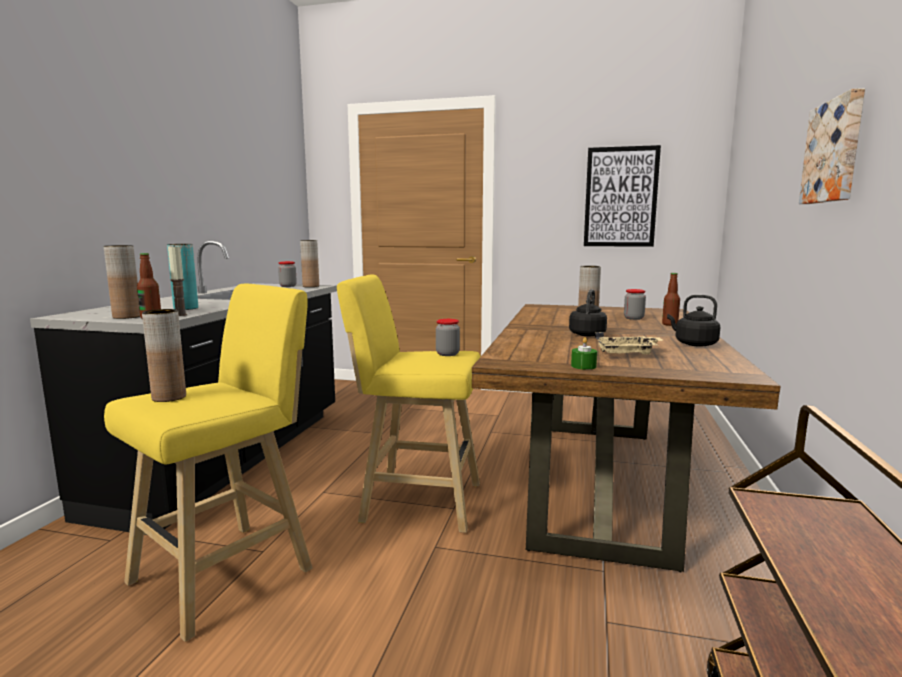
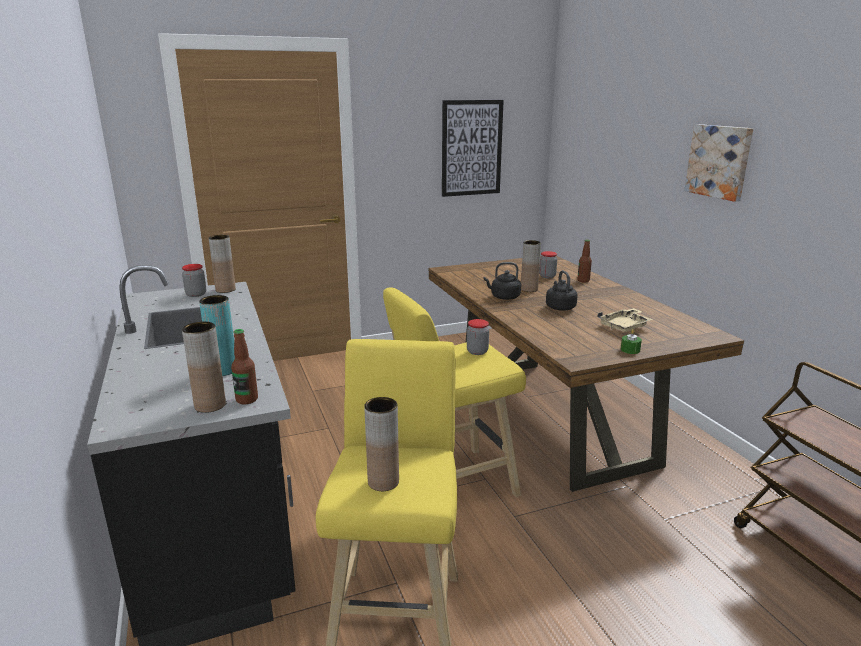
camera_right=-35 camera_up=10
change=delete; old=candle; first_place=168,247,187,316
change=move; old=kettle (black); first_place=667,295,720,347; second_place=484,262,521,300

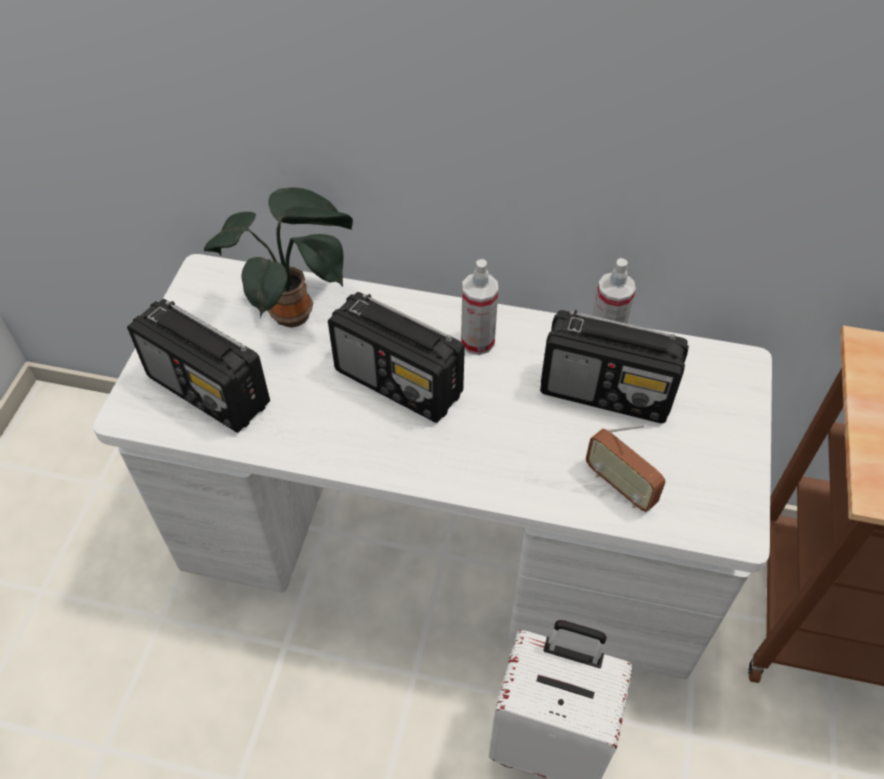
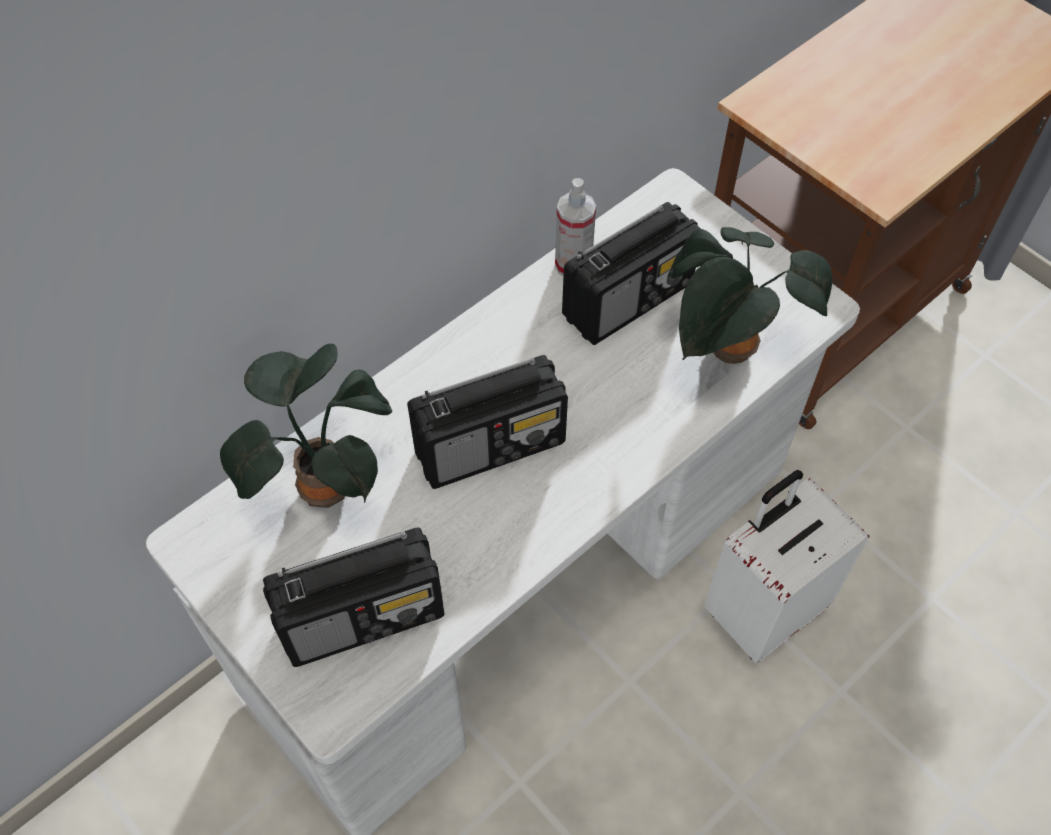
camera_right=-55 camera_up=5
change=delete; old=spray bottle; first_place=461,259,498,355
change=replace; old=radio; new=potted plant; first_place=586,425,666,512; second_place=667,227,832,364

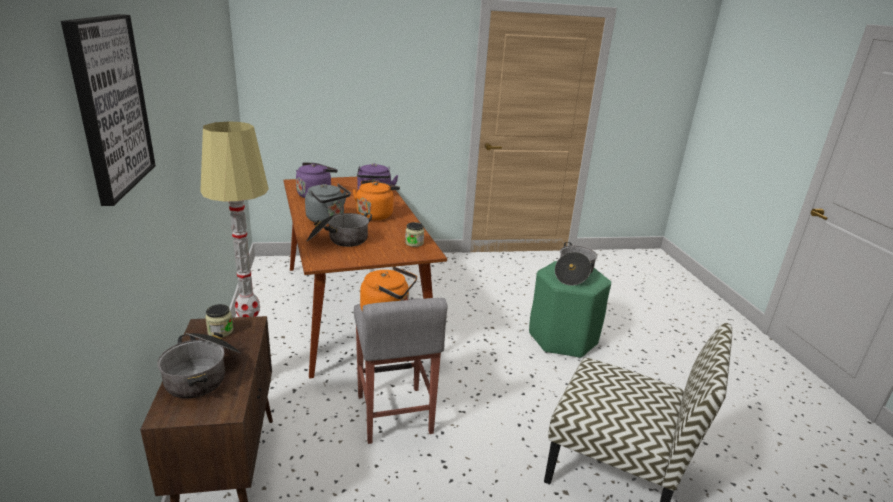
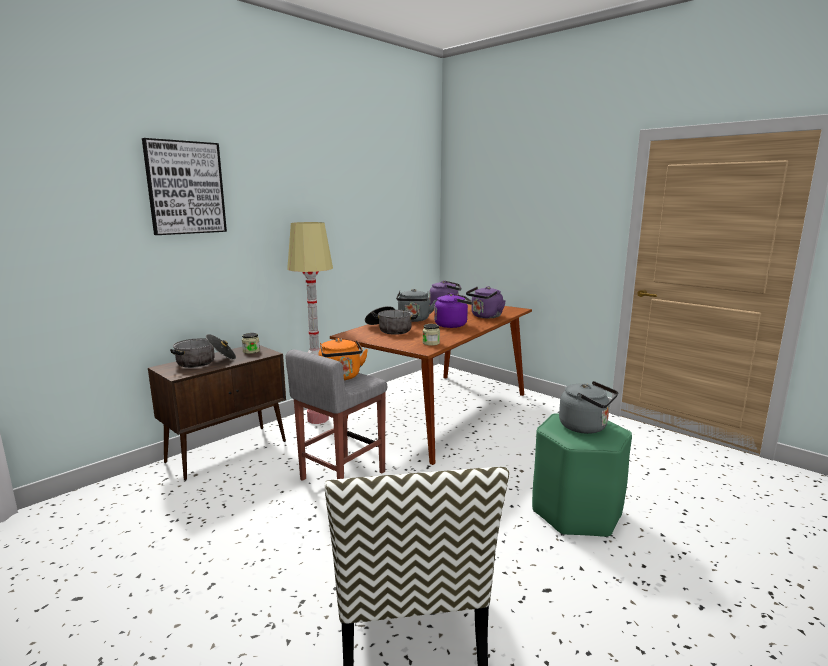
camera_right=55 camera_up=-10
change=replace; old=cooking pot; new=kettle (grey); first_place=555,242,597,286; second_place=559,381,618,434
change=recolor; old=kettle (orange); new=kettle (purple); first_place=352,180,400,220; second_place=434,293,473,328

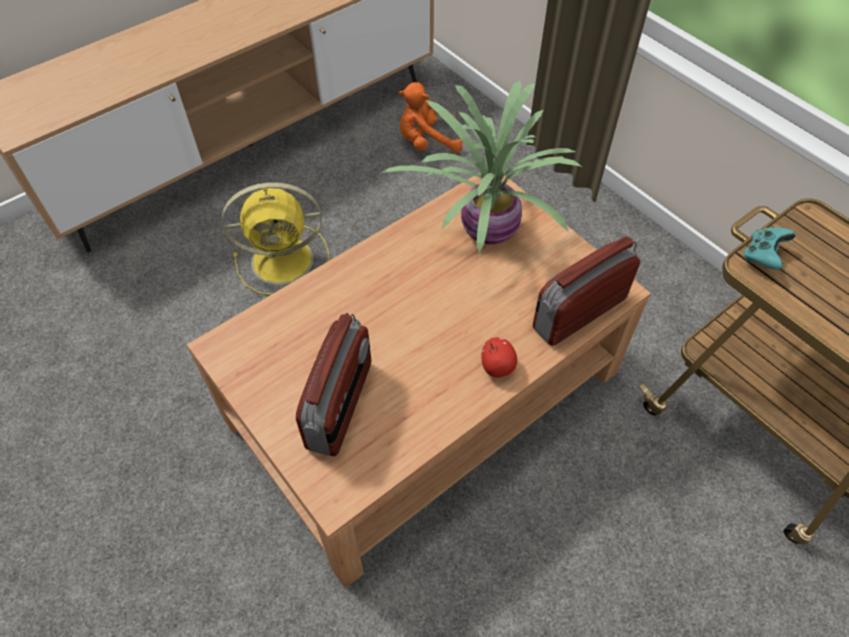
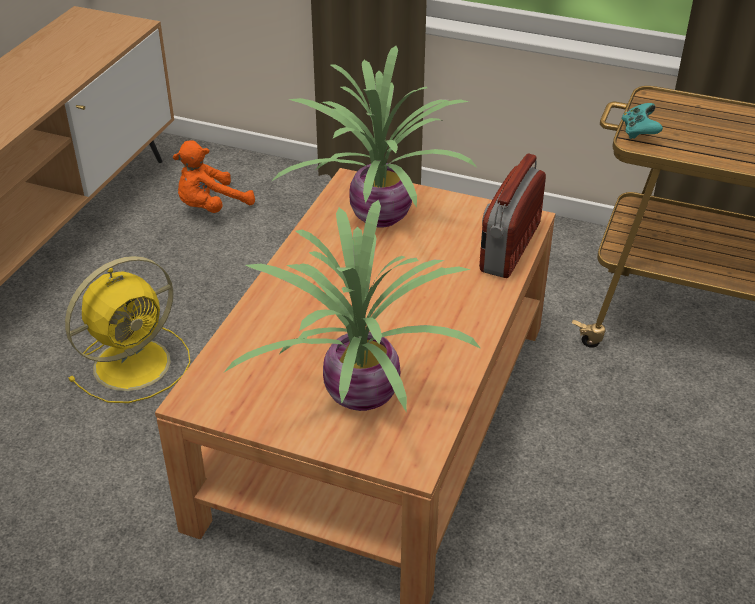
camera_right=-30 camera_up=-15
change=delete; old=apple; first_place=481,337,517,377
change=replace; old=radio; new=potted plant; first_place=296,313,371,456; second_place=224,200,481,413

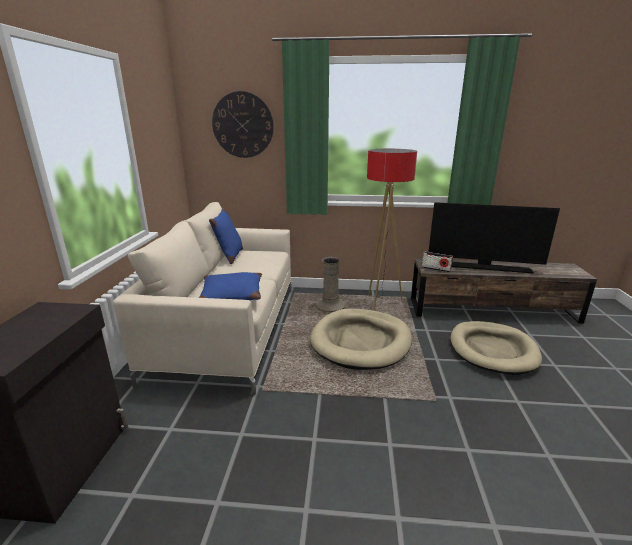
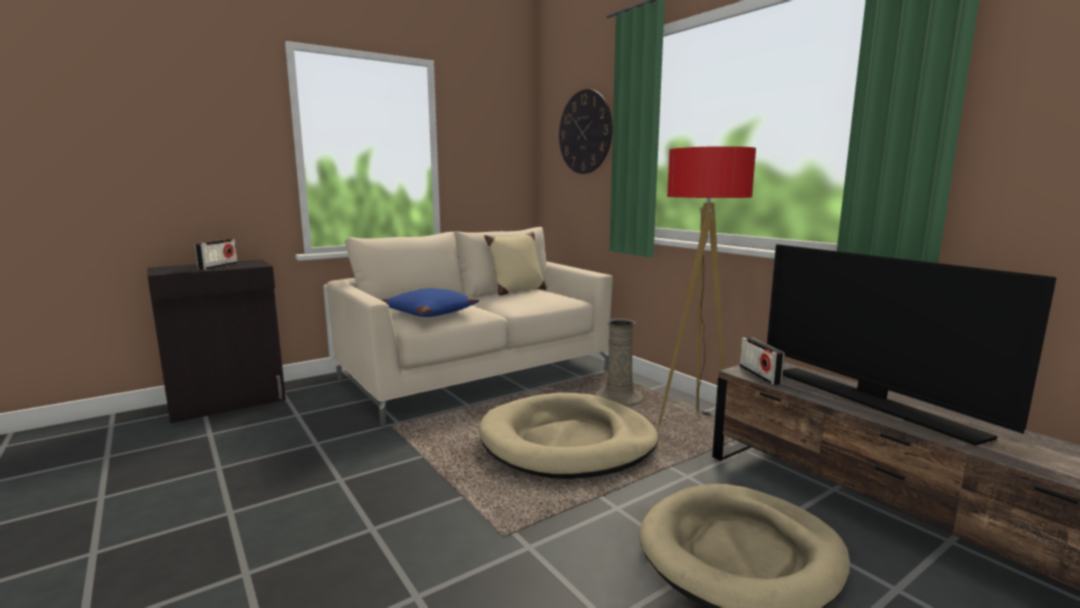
camera_right=50 camera_up=-10
change=insert; new=radio; second_place=195,239,238,270
change=recolor; old=pillow (blue); new=pillow (beige); first_place=209,208,243,264; second_place=484,232,547,296

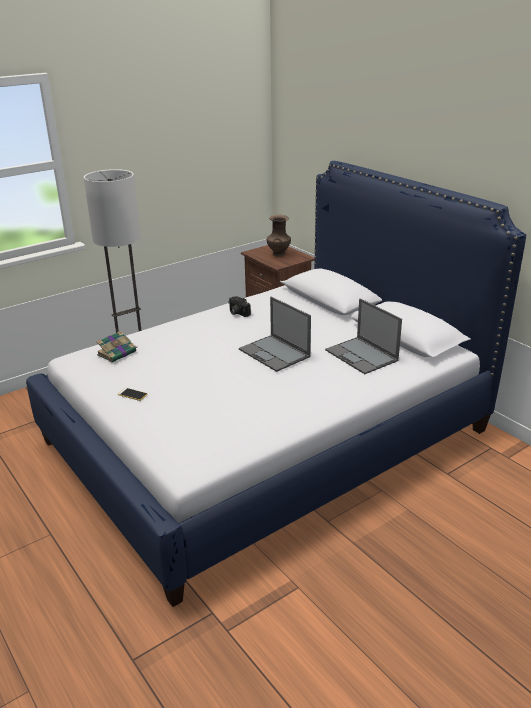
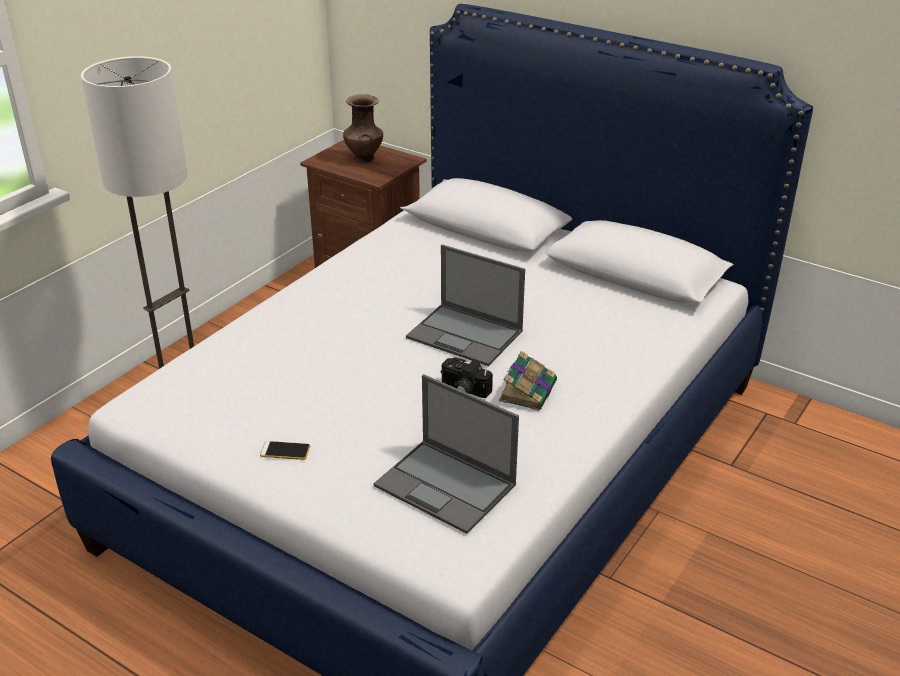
camera_right=-20 camera_up=5
change=move; old=book; first_place=96,331,137,363; second_place=499,351,557,411
change=move; old=photo camera; first_place=228,296,251,317; second_place=441,357,493,398
change=move; old=laptop; first_place=325,298,402,374; second_place=373,374,519,534

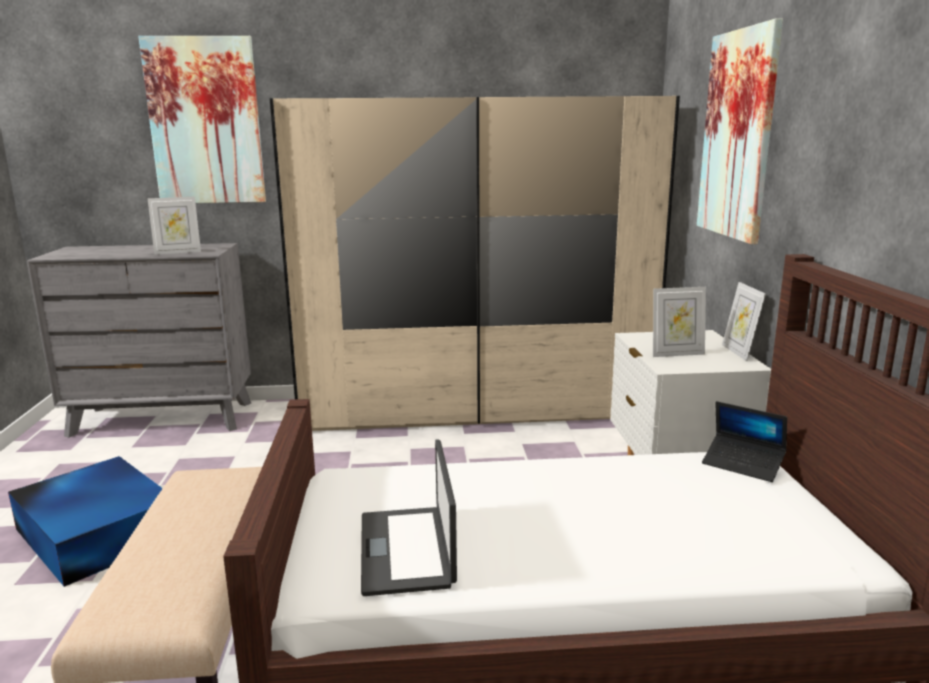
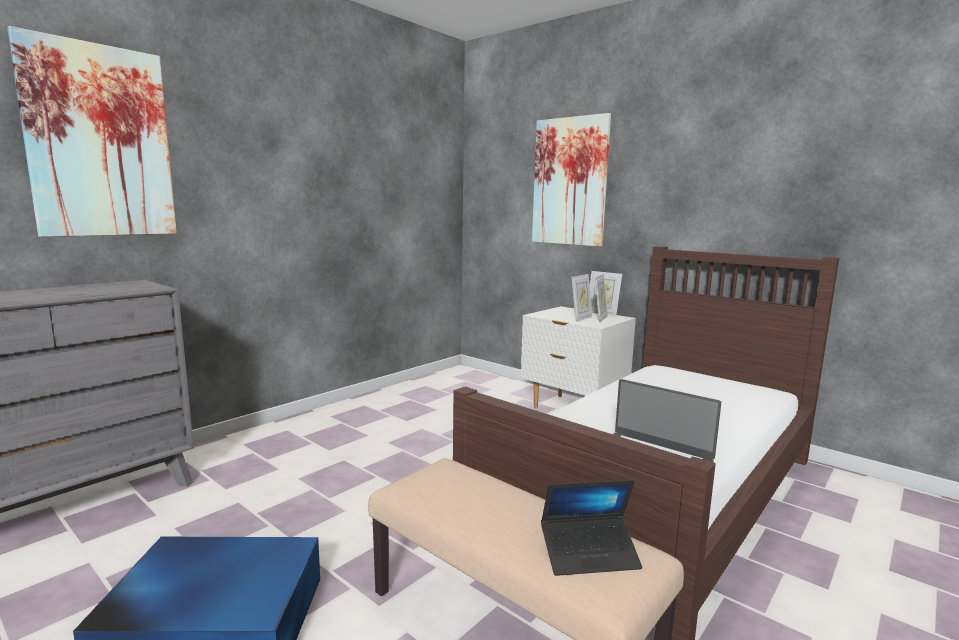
camera_right=-45 camera_up=-5
change=delete; old=wardrobe (beige); first_place=270,96,680,431
change=move; old=picture frame; first_place=147,197,201,255; second_place=595,274,608,323
change=move; old=laptop; first_place=702,401,787,482; second_place=541,480,642,576

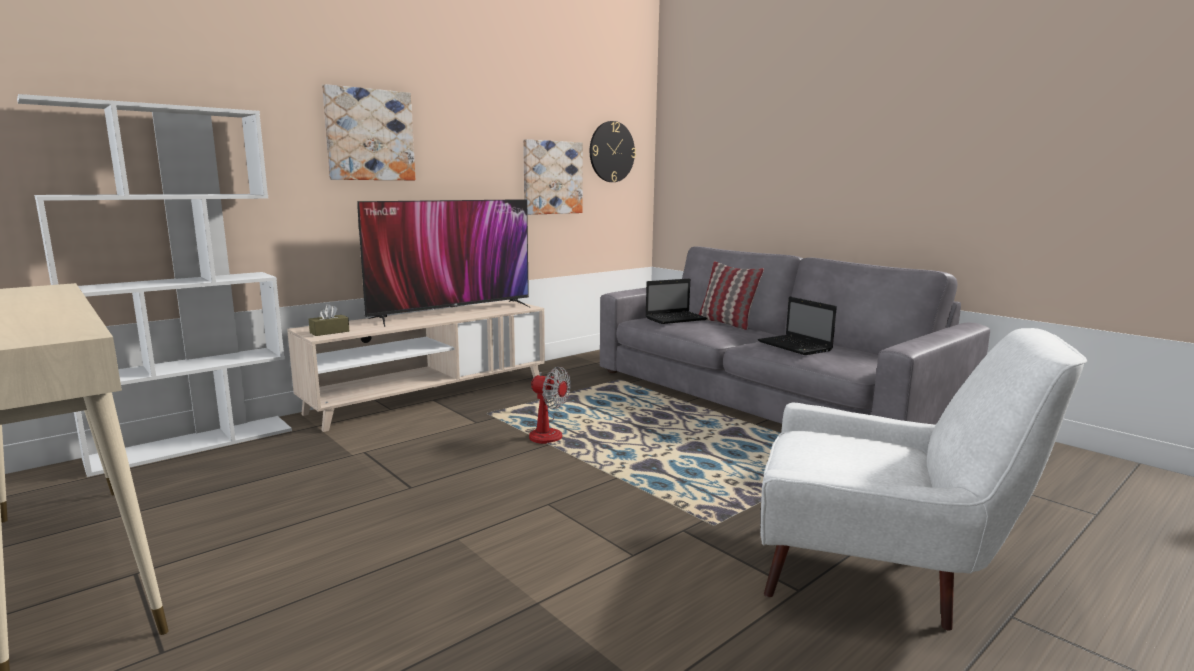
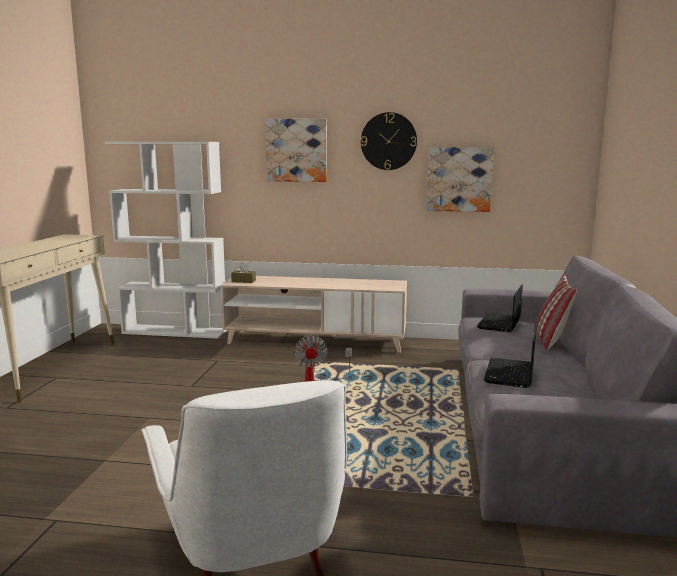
camera_right=50 camera_up=0
change=delete; old=television; first_place=357,199,531,327
change=move; old=wall clock; first_place=590,121,636,182; second_place=361,112,417,170
change=rotate; old=laptop; first_place=645,279,707,324; second_place=477,285,523,332; degrees=90

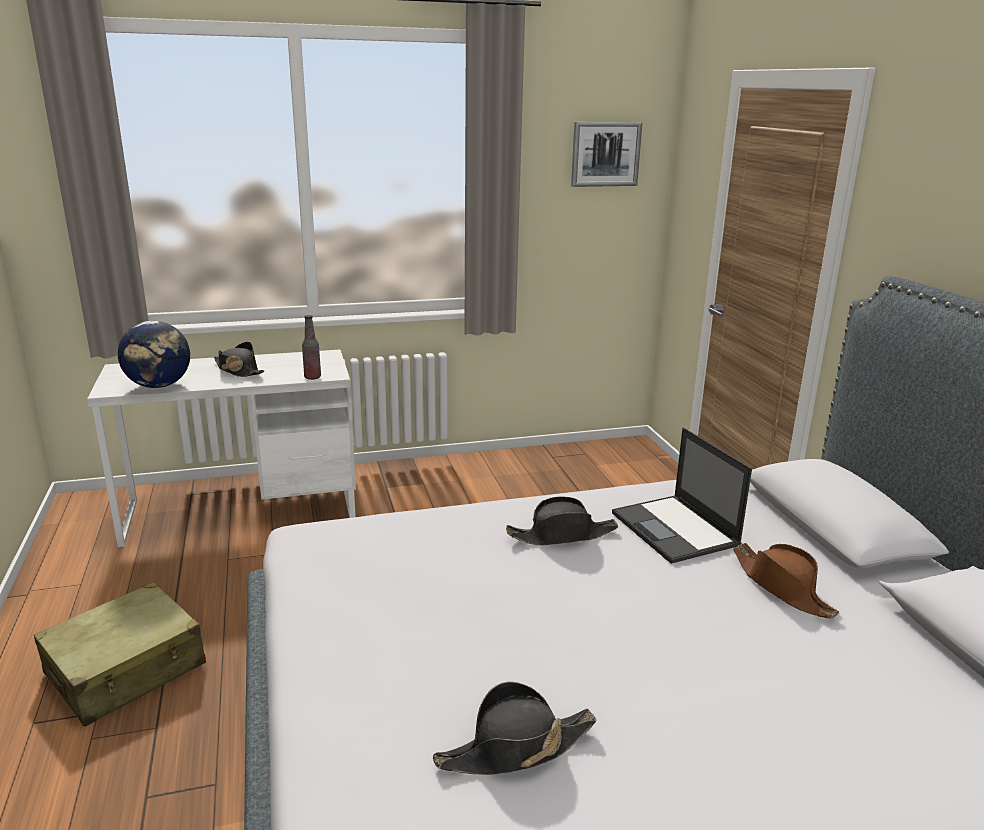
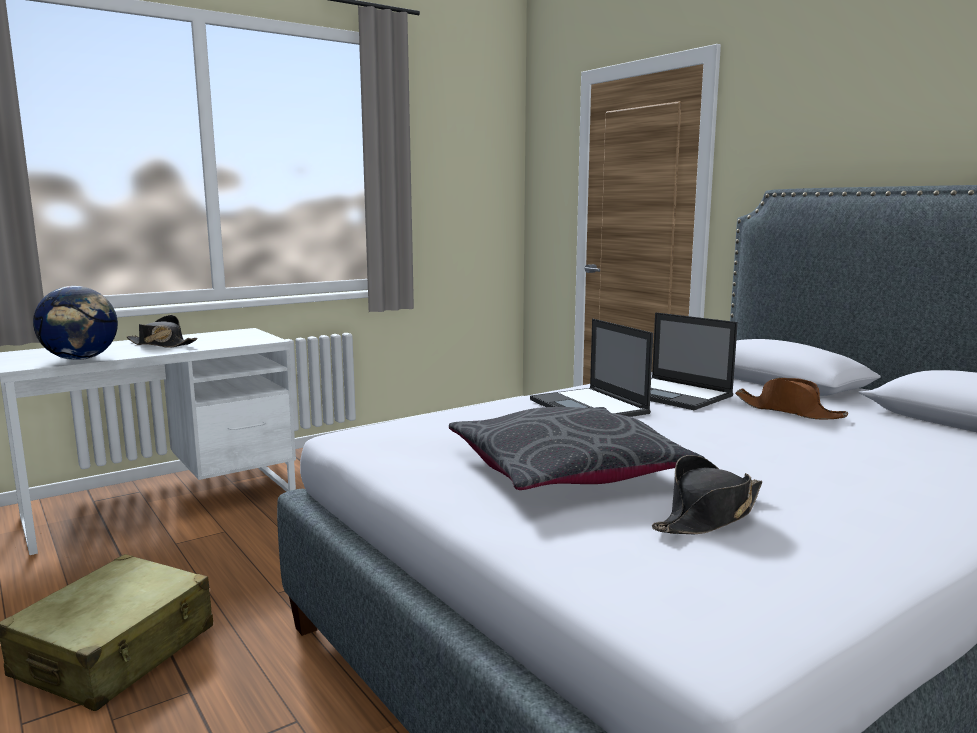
camera_right=-20 camera_up=-10
change=delete; old=bottle; first_place=302,315,321,380
change=delete; old=picture; first_place=571,122,642,187
change=insert; new=pillow (grey); second_place=449,407,705,490
change=replace; old=hat (black); new=laptop; first_place=506,496,618,546; second_place=530,319,653,417

